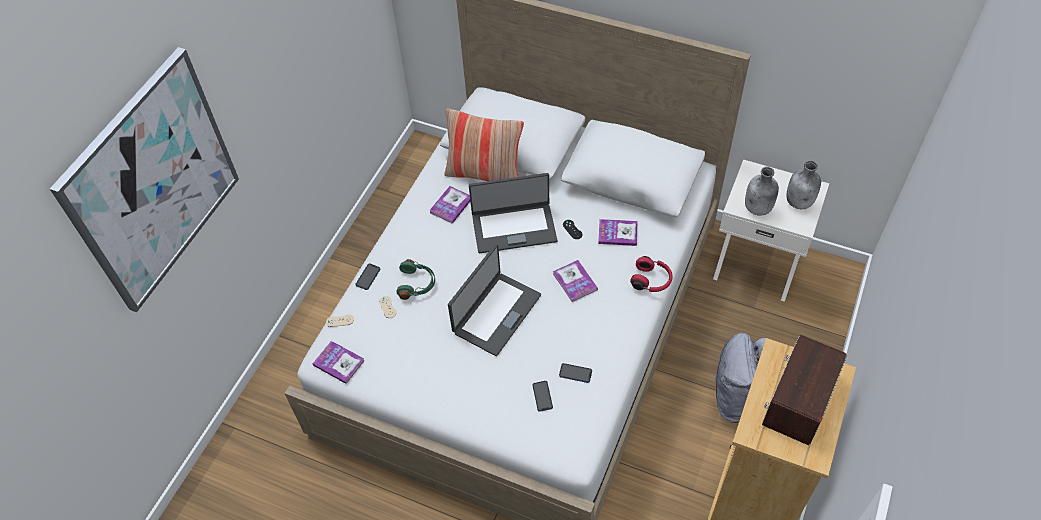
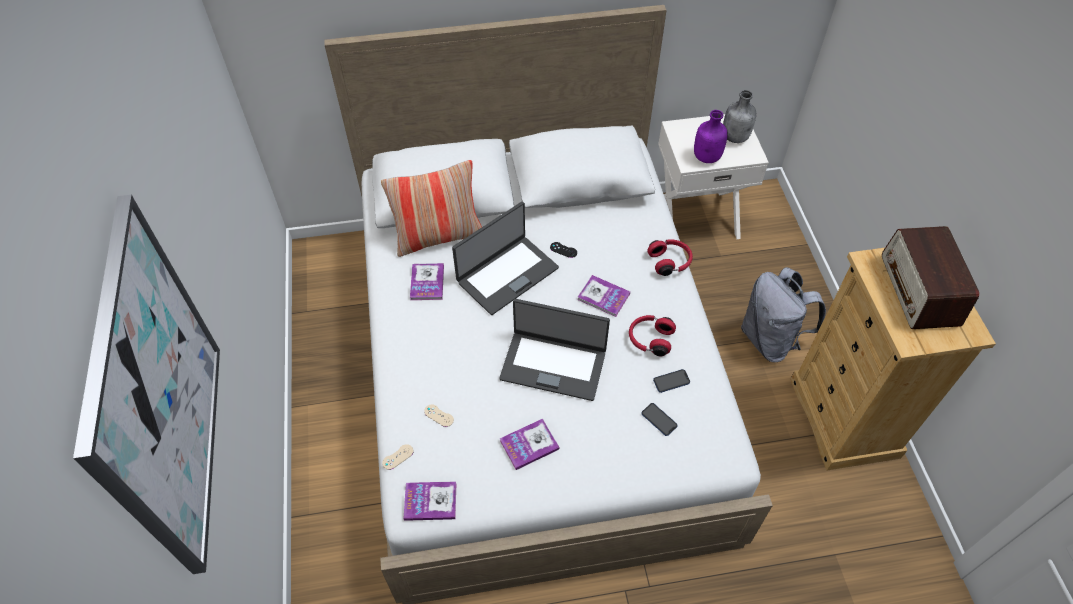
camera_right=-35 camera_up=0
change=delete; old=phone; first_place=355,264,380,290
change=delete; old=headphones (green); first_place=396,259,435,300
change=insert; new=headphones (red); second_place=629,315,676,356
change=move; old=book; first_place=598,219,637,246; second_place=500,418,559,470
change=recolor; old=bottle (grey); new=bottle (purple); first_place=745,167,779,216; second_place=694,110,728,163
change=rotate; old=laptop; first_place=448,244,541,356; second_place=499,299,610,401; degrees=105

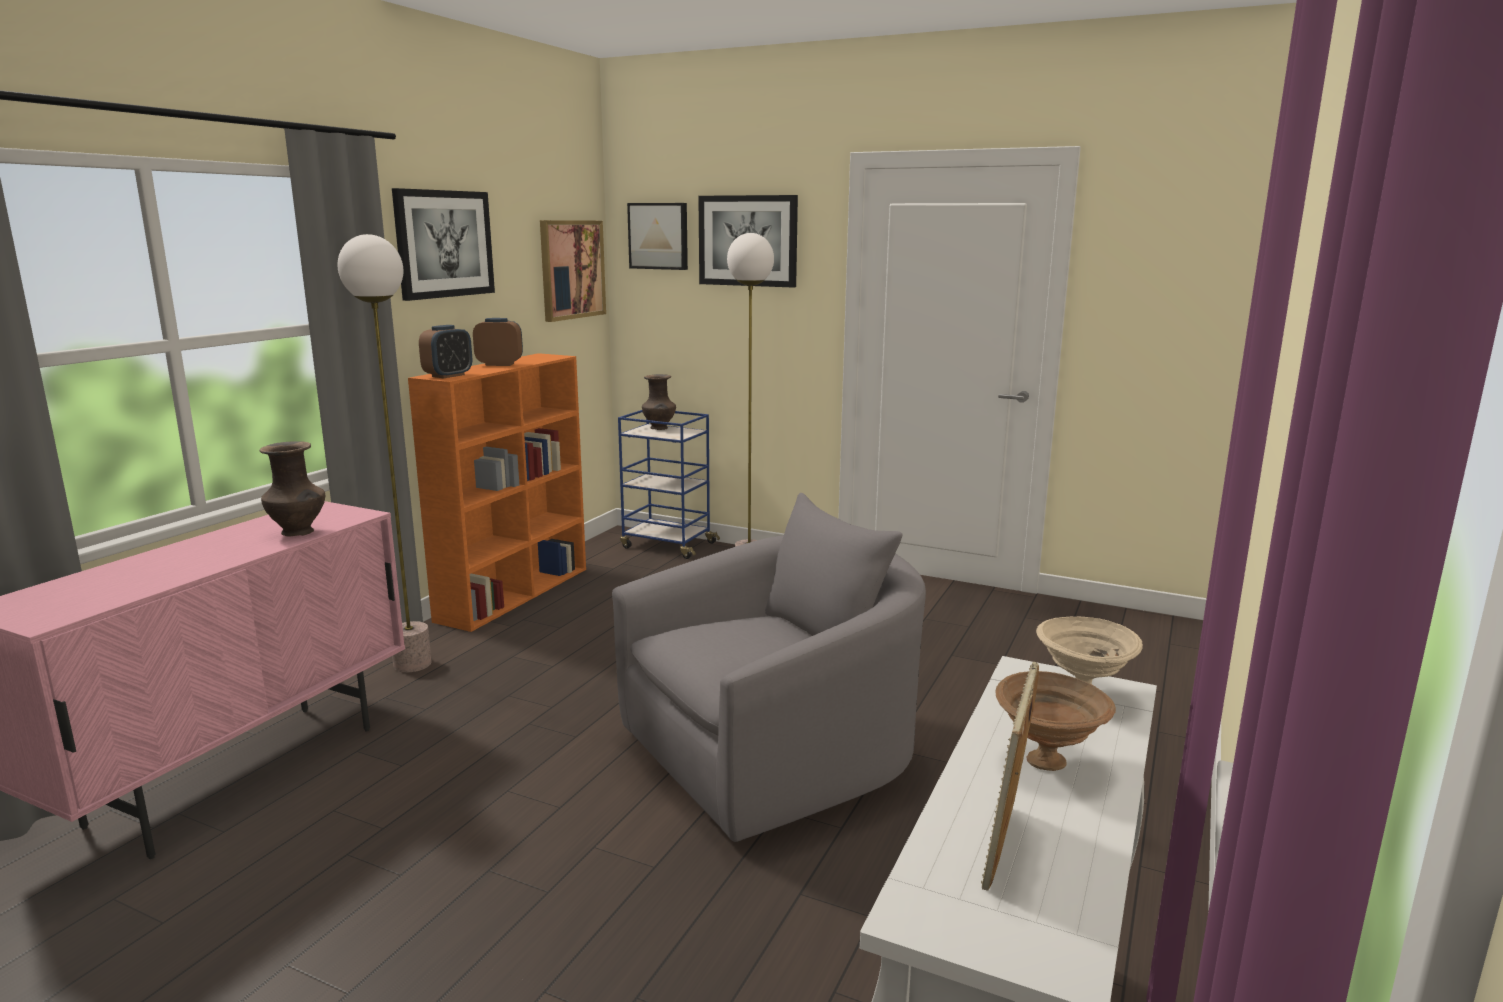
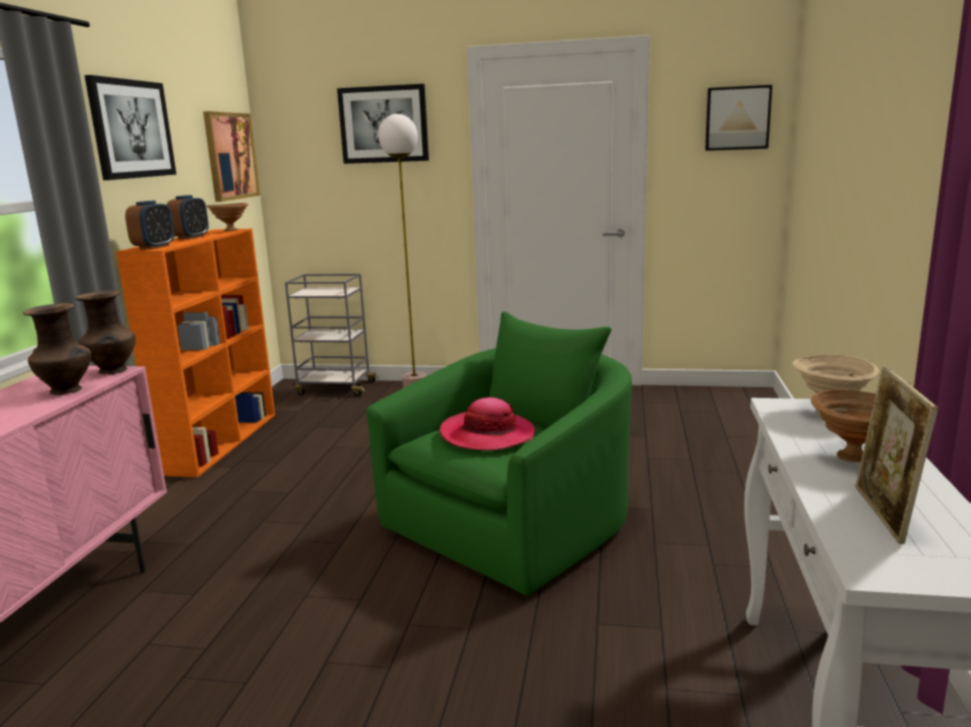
camera_right=-15 camera_up=0
change=delete; old=floor lamp; first_place=338,234,432,672
change=insert; new=bowl (brown); second_place=206,203,249,232
change=insert; new=hat; second_place=440,397,535,451
change=move; old=picture; first_place=627,203,688,270; second_place=705,85,772,151
change=move; old=vase (brown); first_place=642,374,676,430; second_place=75,290,136,374
change=recolor; old=armchair (grey); new=armchair (green); first_place=612,493,926,842; second_place=366,312,632,595
change=recolor; old=cart (blue); new=cart (grey); first_place=618,410,720,559; second_place=285,274,379,396
change=rotate; old=alarm clock; first_place=473,318,523,366; second_place=167,195,209,239; degrees=120

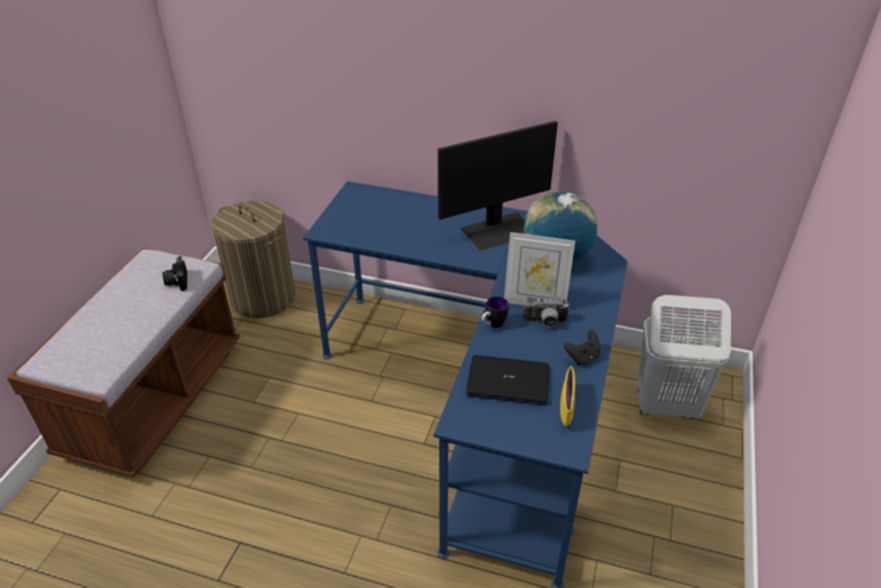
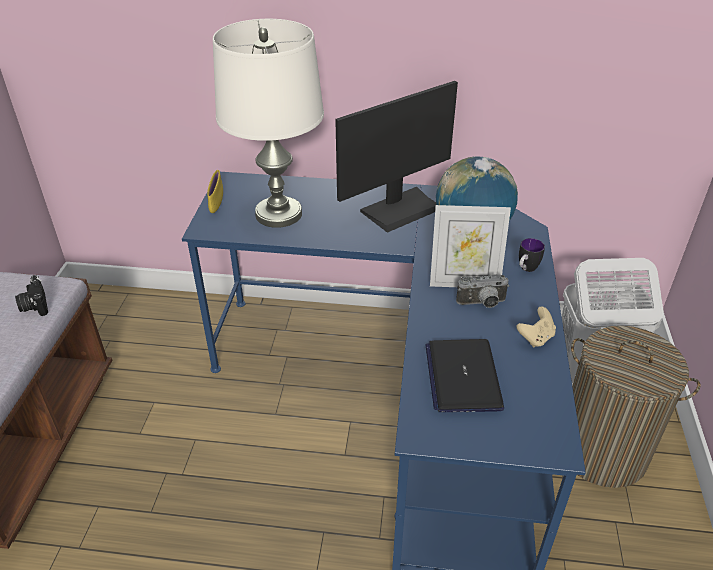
camera_right=-10 camera_up=0
change=insert; new=table lamp (white); second_place=213,19,324,228
change=move; old=laundry basket; first_place=212,201,295,318; second_place=571,326,701,488
change=move; old=mug; first_place=481,296,509,328; second_place=519,238,545,272
change=move; old=bowl (yellow); first_place=560,366,575,427; second_place=207,170,223,213
change=recolor; old=game controller (black); new=game controller (beige); first_place=564,330,601,365; second_place=516,306,556,347
change=rotate; old=laptop; first_place=466,355,550,405; second_place=425,339,504,412; degrees=-90

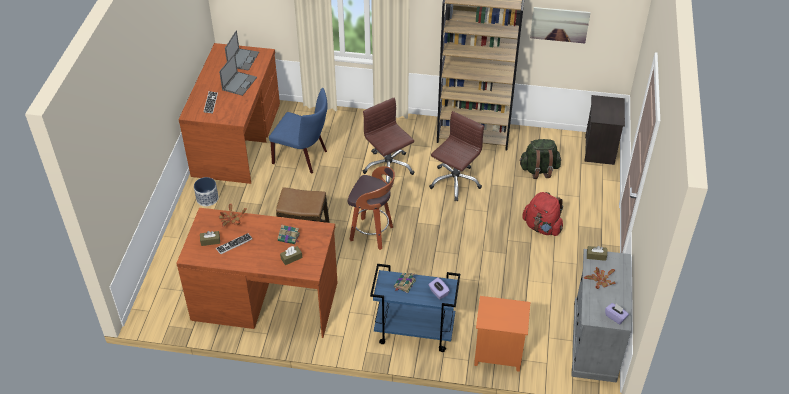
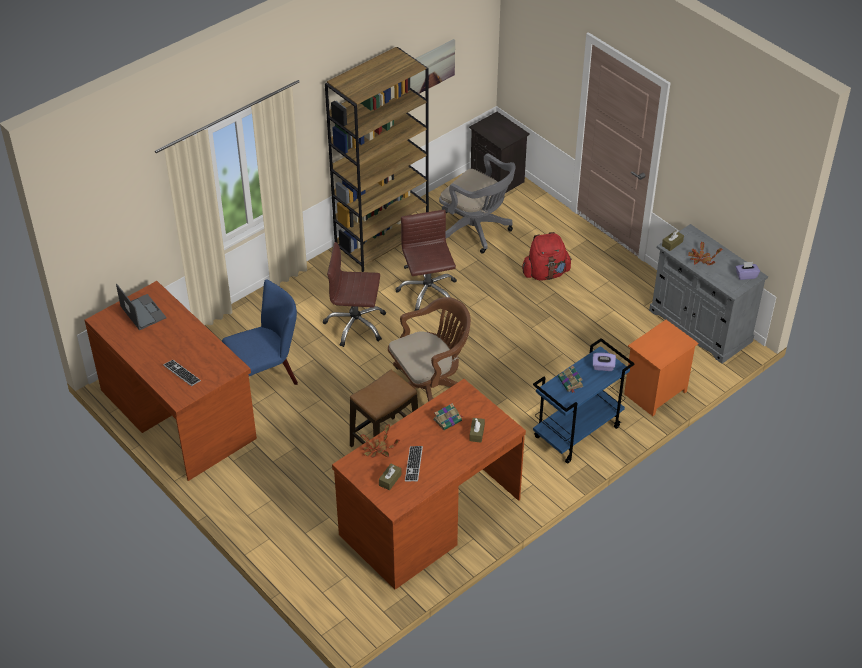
camera_right=-50 camera_up=0
change=delete; old=planter; first_place=194,177,219,206
change=delete; old=laptop; first_place=219,53,257,96
change=replace; old=stool; new=office chair (brown); first_place=348,166,395,250; second_place=388,297,471,402
change=replace; old=backpack (green); new=office chair (grey); first_place=519,139,561,179; second_place=439,153,516,254

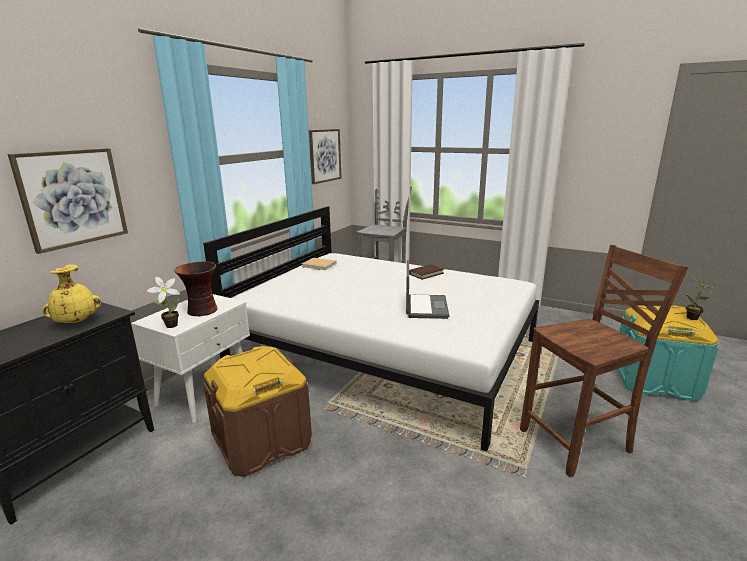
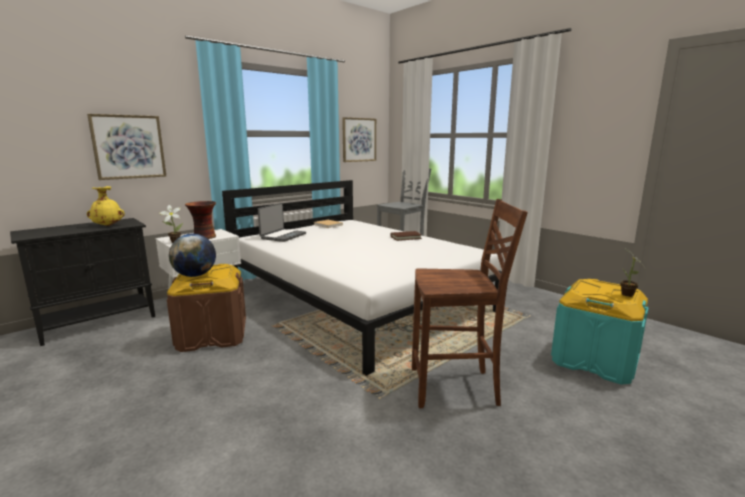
camera_right=20 camera_up=-5
change=insert; new=globe; second_place=169,234,216,277
change=move; old=laptop; first_place=406,260,449,319; second_place=258,203,306,242

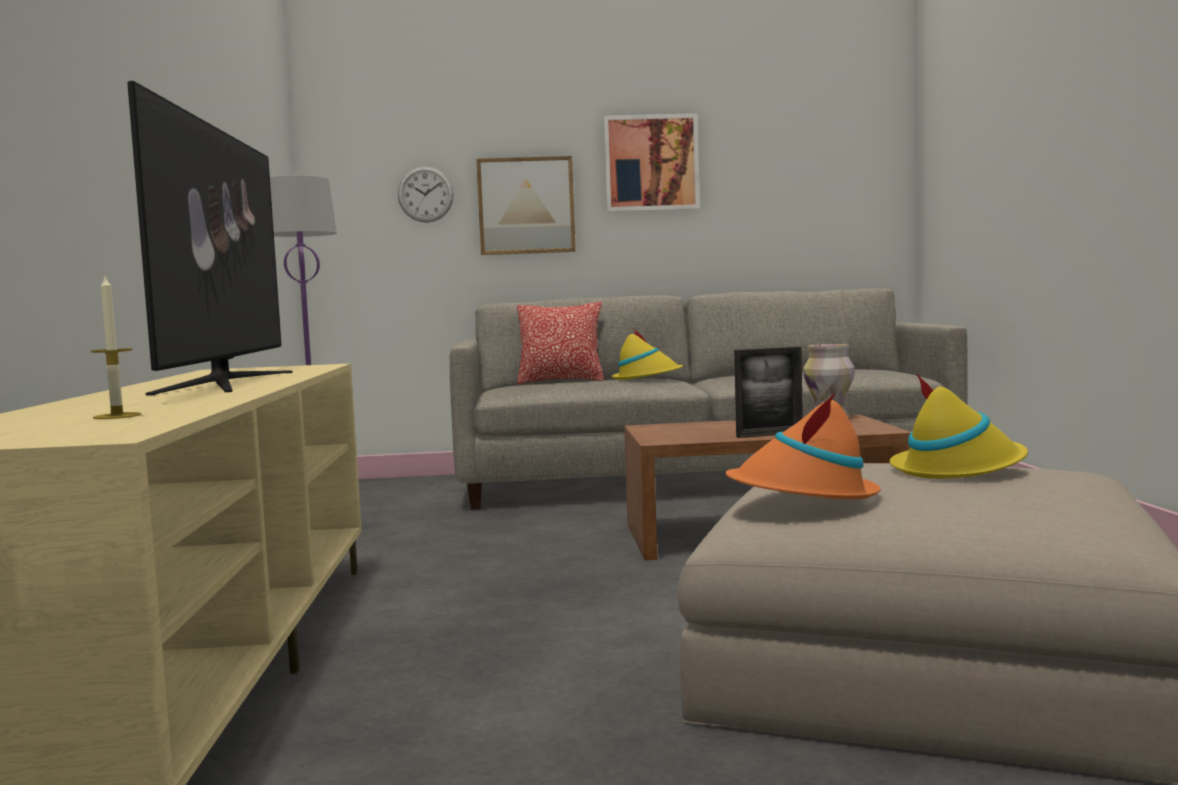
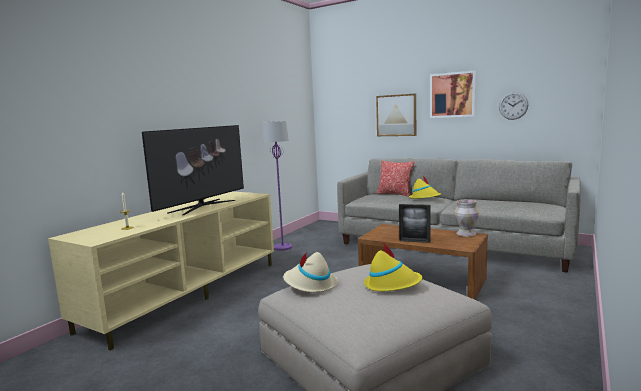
camera_right=35 camera_up=5
change=move; old=wall clock; first_place=398,166,454,223; second_place=499,92,528,120
change=recolor; old=hat (orange); new=hat (beige); first_place=725,392,881,499; second_place=283,252,338,292

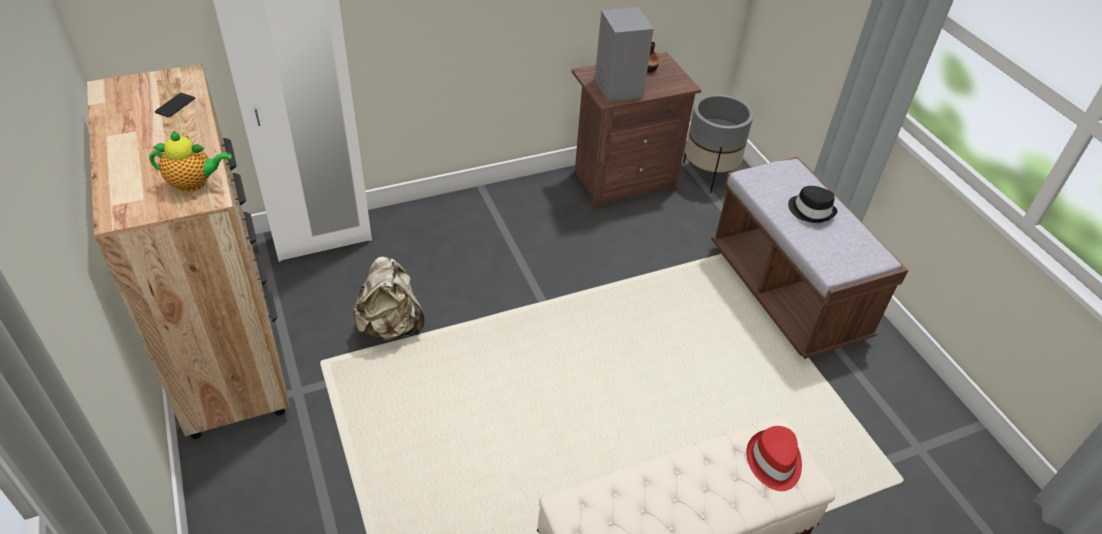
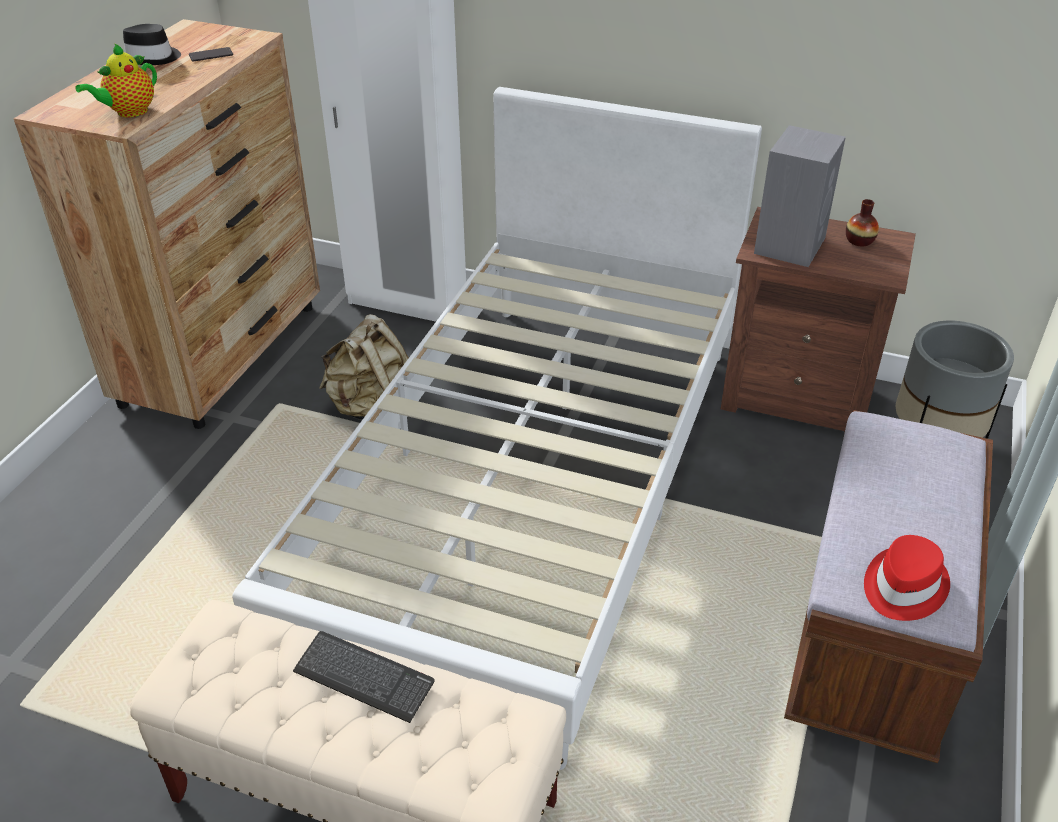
camera_right=45 camera_up=-5
change=insert; new=bed (white); second_place=232,87,762,770
change=insert; new=keyboard; second_place=293,631,435,723
change=move; old=hat (red); first_place=746,426,802,491; second_place=864,535,950,621
change=move; old=hat (black); first_place=788,186,837,223; second_place=123,24,181,65
change=rotate; old=teapot; first_place=149,131,232,192; second_place=75,43,157,118; degrees=90

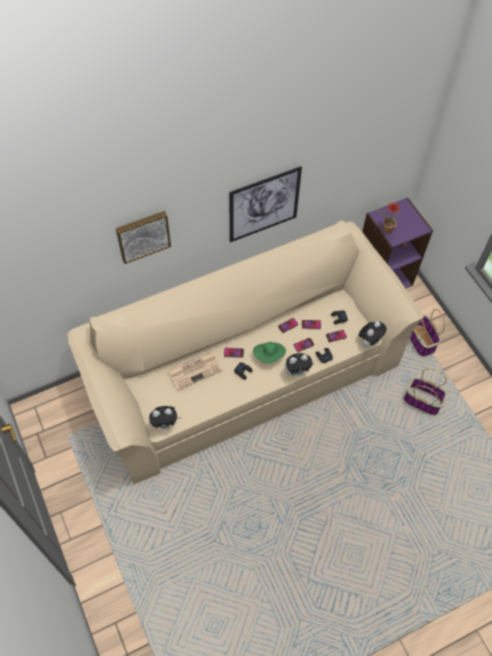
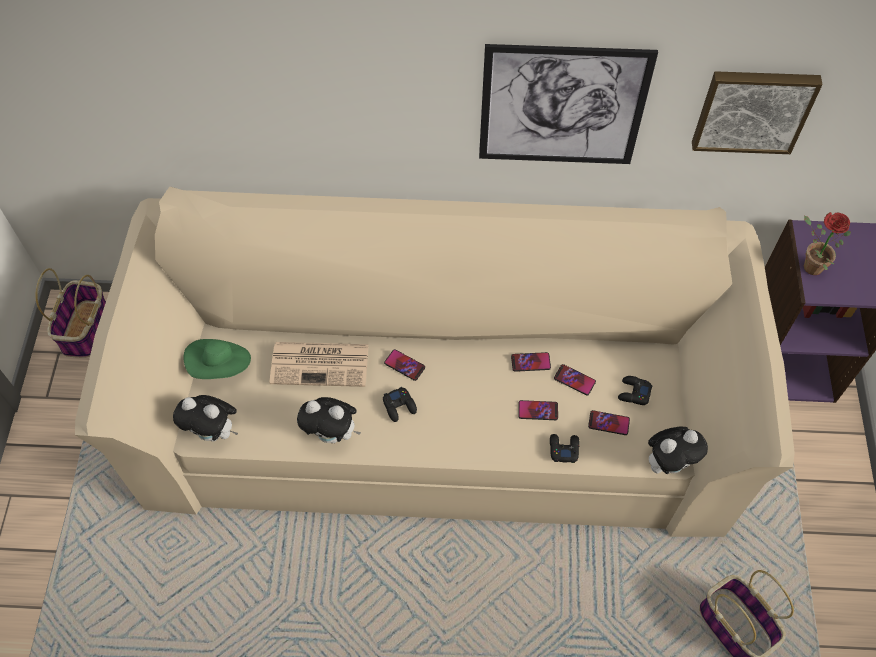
camera_right=30 camera_up=0
change=move; old=picture; first_place=116,211,171,264; second_place=692,71,823,154
change=move; old=hat (green); first_place=253,342,286,363; second_place=183,339,251,379
change=move; old=plush toy; first_place=285,353,314,376; second_place=297,397,361,443
change=move; old=basket; first_place=410,309,445,357; second_place=36,268,106,358

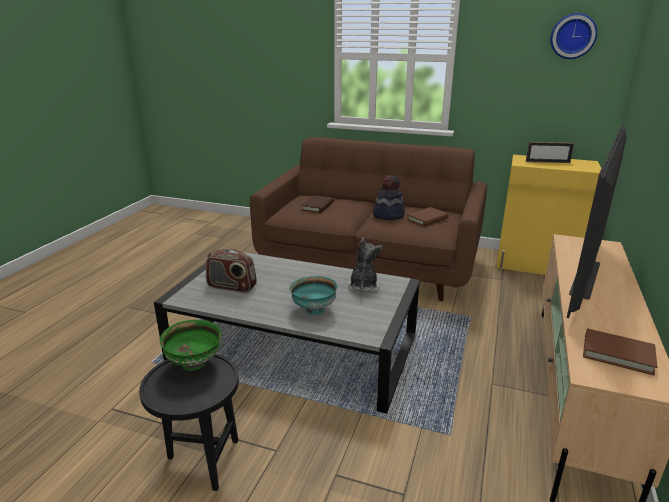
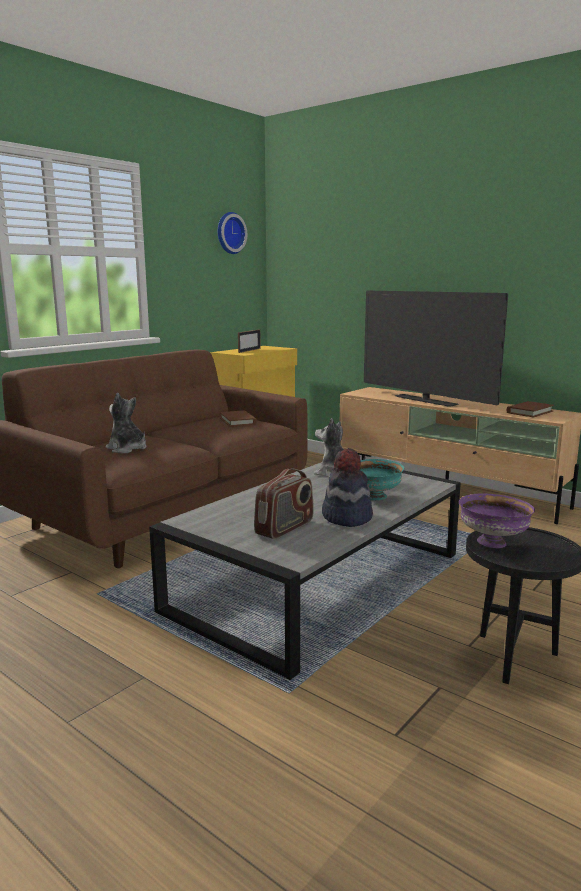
camera_right=-70 camera_up=-10
change=move; old=hat; first_place=373,175,405,220; second_place=322,448,373,527
change=replace; old=book (brown); new=plush toy; first_place=301,195,334,213; second_place=105,393,146,453
change=recolor; old=bowl (green); new=bowl (purple); first_place=160,320,222,371; second_place=459,493,535,548

